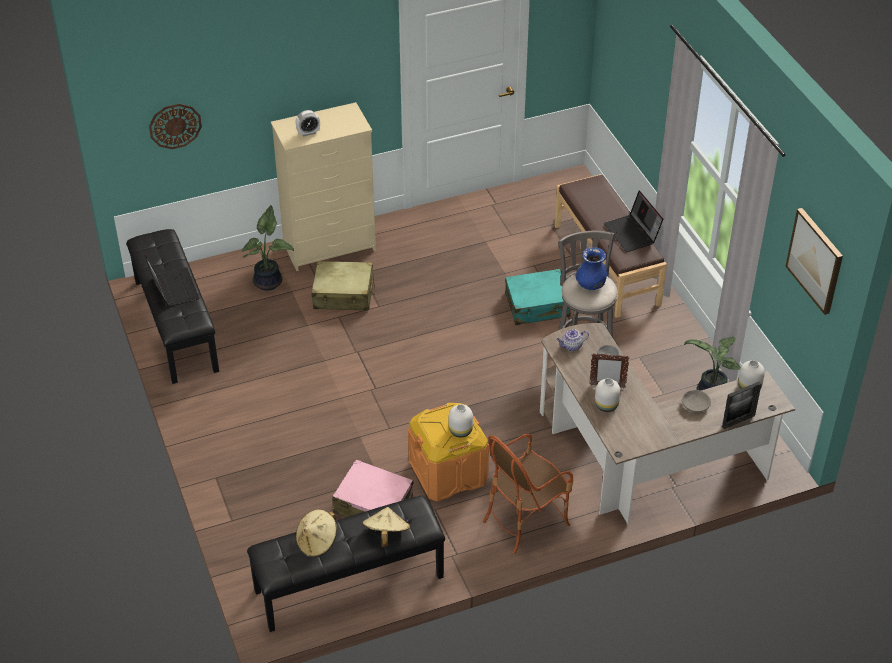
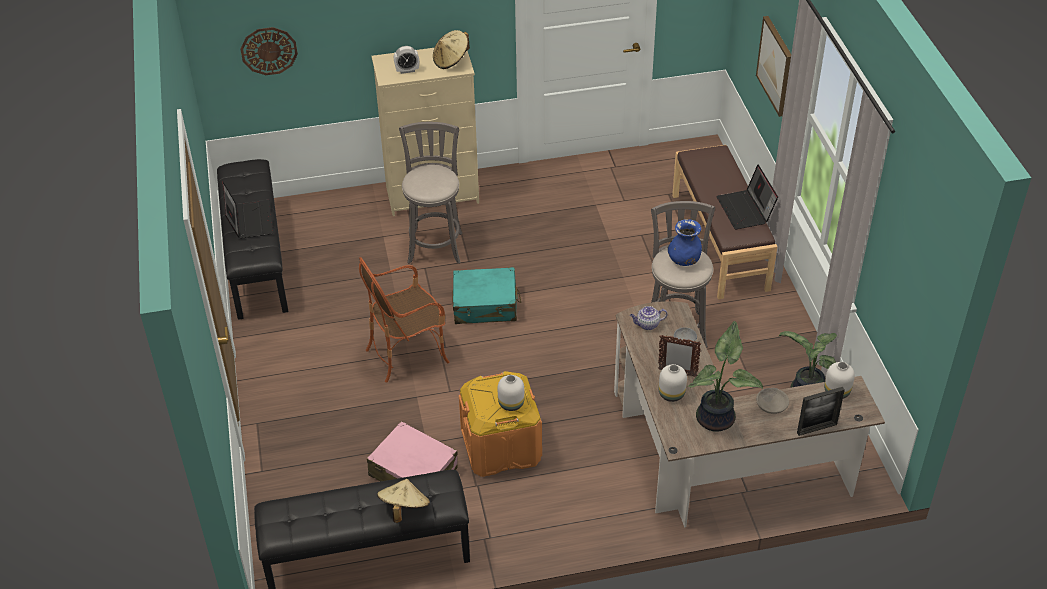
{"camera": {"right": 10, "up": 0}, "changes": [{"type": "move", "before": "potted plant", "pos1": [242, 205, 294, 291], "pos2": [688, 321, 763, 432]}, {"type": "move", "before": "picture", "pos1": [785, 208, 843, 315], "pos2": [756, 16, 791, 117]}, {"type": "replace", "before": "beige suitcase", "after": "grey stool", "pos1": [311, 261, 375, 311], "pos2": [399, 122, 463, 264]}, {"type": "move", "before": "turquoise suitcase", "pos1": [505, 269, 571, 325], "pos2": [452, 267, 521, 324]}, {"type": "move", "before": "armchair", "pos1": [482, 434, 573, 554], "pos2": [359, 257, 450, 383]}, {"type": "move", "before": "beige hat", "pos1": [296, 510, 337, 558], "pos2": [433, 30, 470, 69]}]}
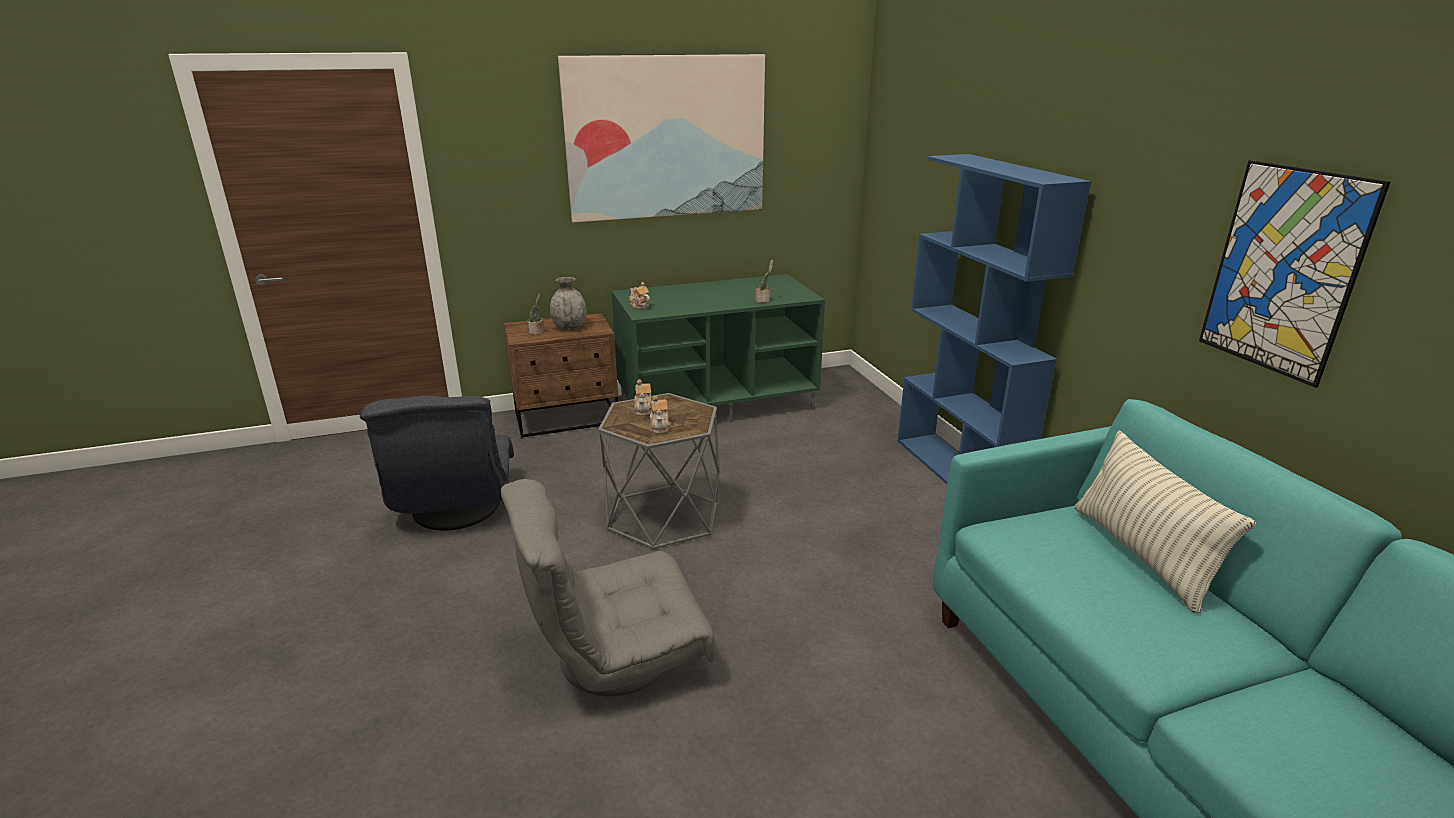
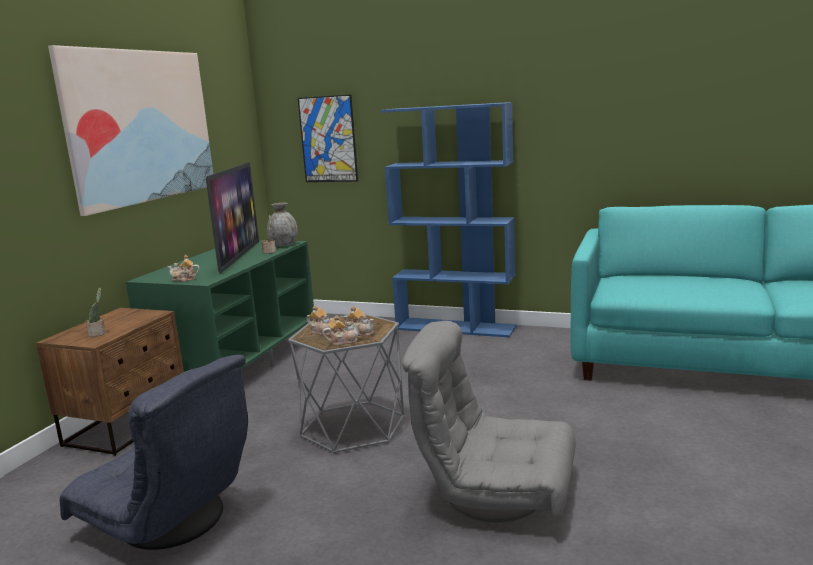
{"camera": {"right": -50, "up": -10}, "changes": [{"type": "move", "before": "picture", "pos1": [1199, 160, 1391, 388], "pos2": [298, 95, 358, 182]}, {"type": "move", "before": "grey vase", "pos1": [550, 277, 587, 330], "pos2": [267, 203, 298, 246]}, {"type": "delete", "before": "pillow", "pos1": [1074, 430, 1256, 614]}, {"type": "rotate", "before": "grey armchair", "pos1": [501, 479, 716, 697], "pos2": [402, 321, 576, 523], "turn": 90}, {"type": "insert", "after": "television", "pos2": [206, 162, 259, 274]}, {"type": "insert", "after": "teapot", "pos2": [322, 315, 360, 346]}]}
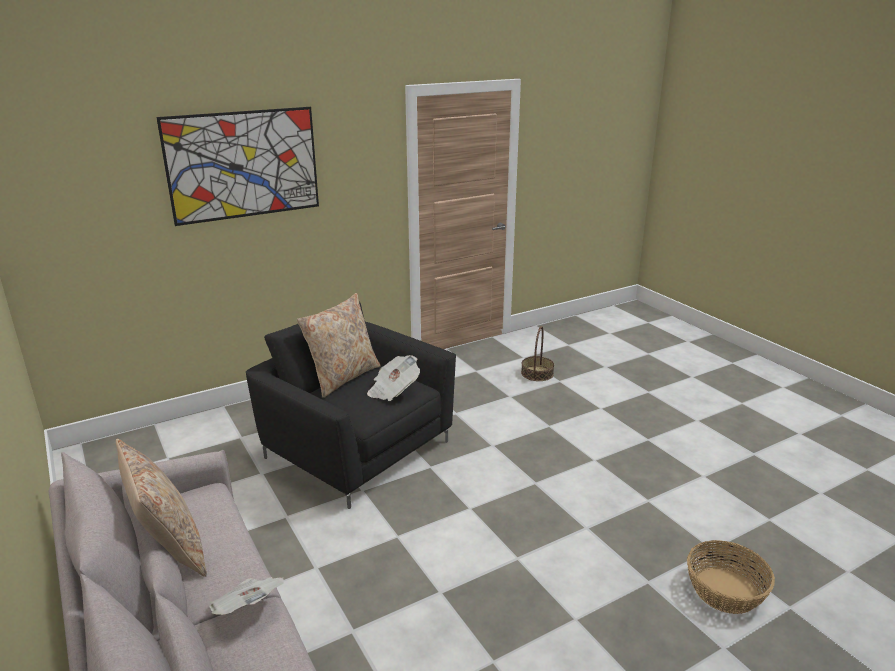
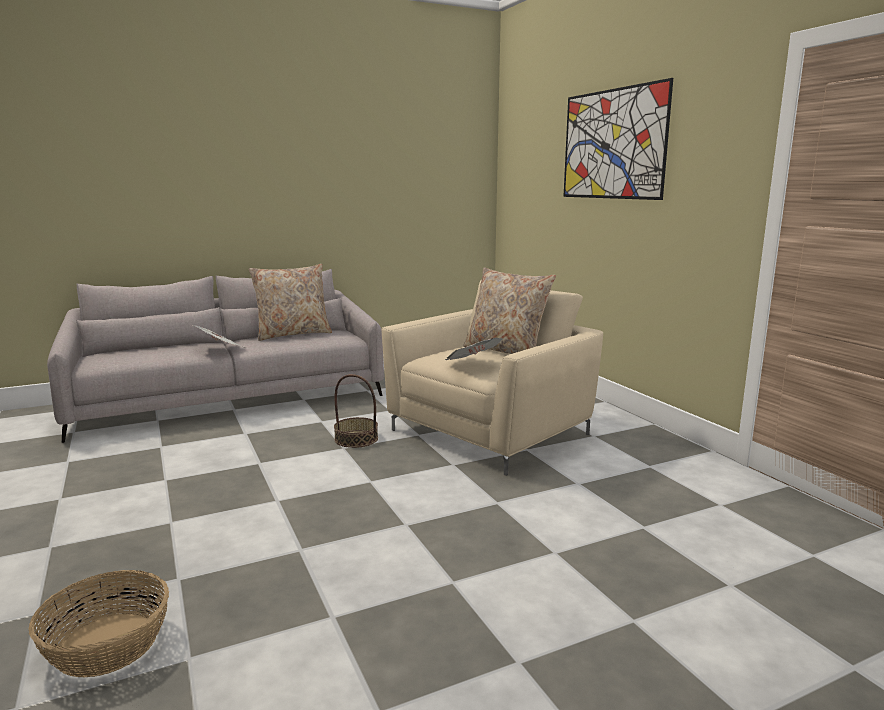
{"camera": {"right": 95, "up": -10}, "changes": [{"type": "recolor", "before": "black armchair", "after": "beige armchair", "pos1": [246, 301, 456, 509], "pos2": [381, 281, 603, 476]}, {"type": "move", "before": "basket", "pos1": [521, 326, 554, 381], "pos2": [334, 374, 378, 448]}]}
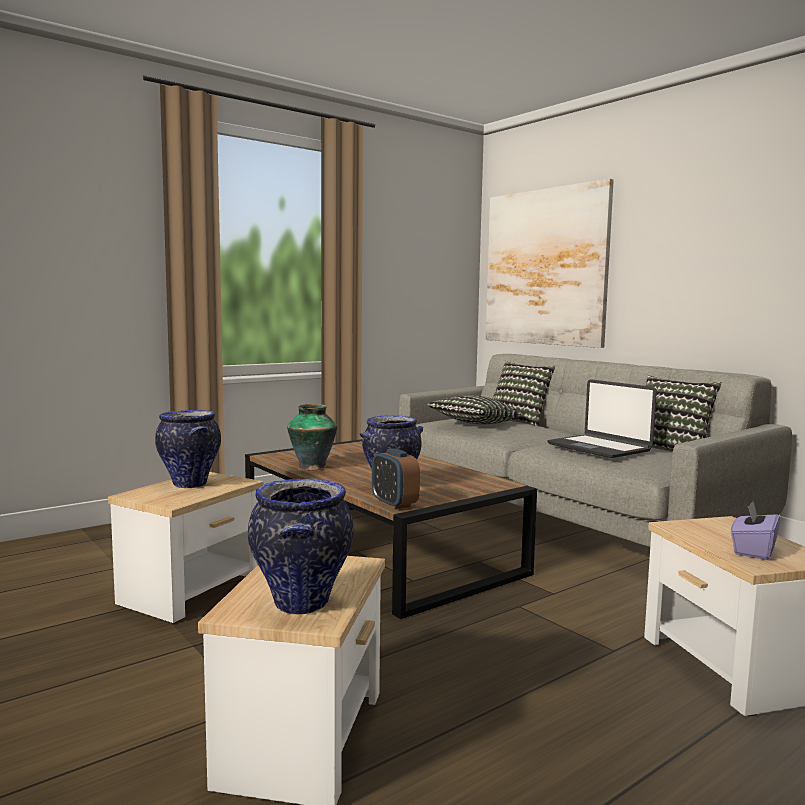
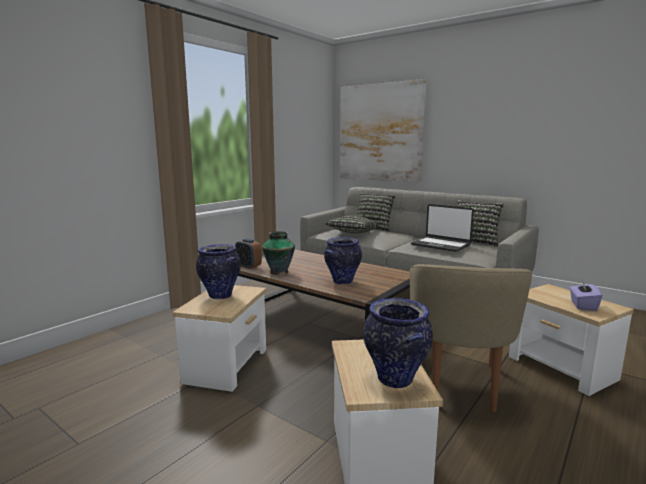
{"camera": {"right": -15, "up": 5}, "changes": [{"type": "move", "before": "alarm clock", "pos1": [372, 448, 420, 509], "pos2": [235, 238, 262, 269]}, {"type": "insert", "after": "beige armchair", "pos2": [410, 264, 532, 412]}]}
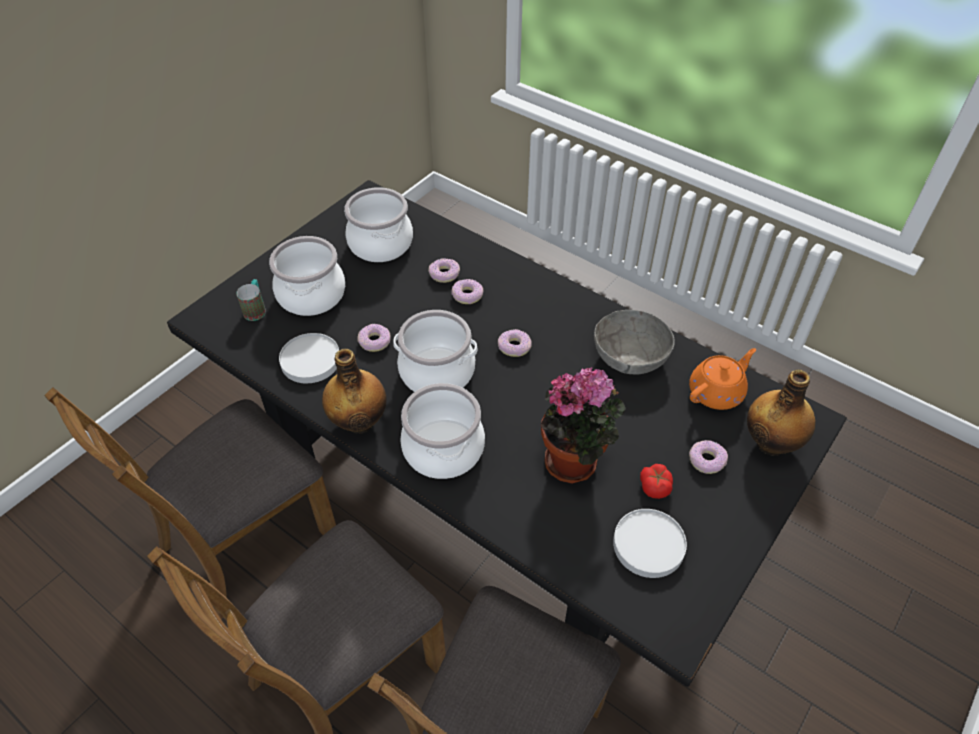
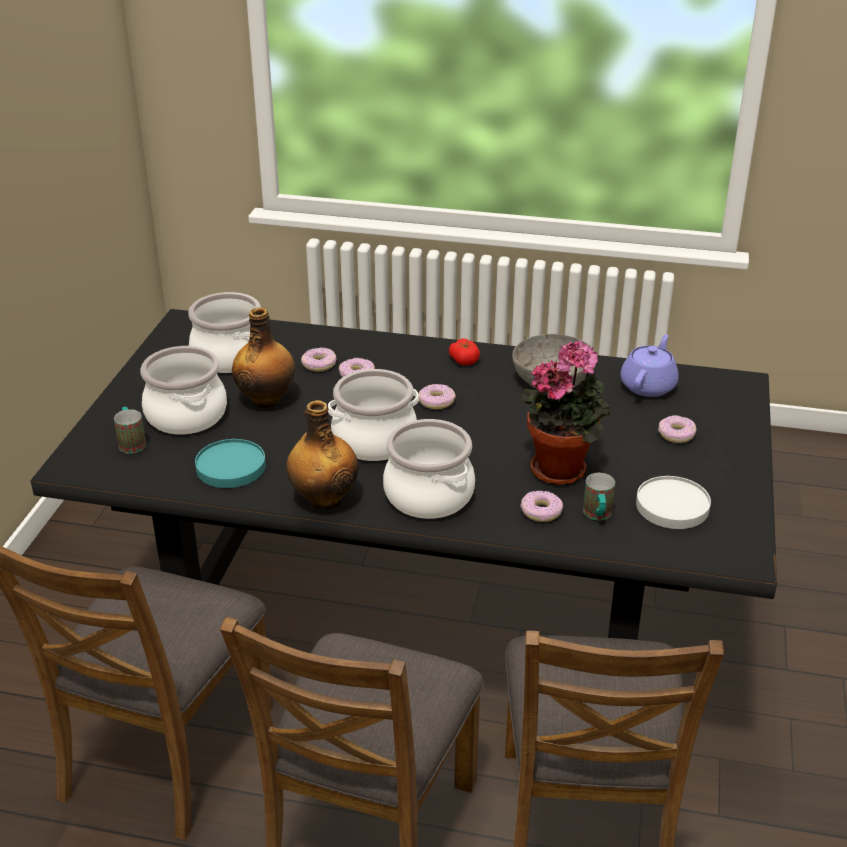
{"camera": {"right": -25, "up": -15}, "changes": [{"type": "move", "before": "donut", "pos1": [357, 324, 390, 352], "pos2": [520, 491, 563, 522]}, {"type": "recolor", "before": "white plate", "after": "turquoise plate", "pos1": [279, 333, 339, 383], "pos2": [195, 439, 266, 488]}, {"type": "recolor", "before": "orange teapot", "after": "purple teapot", "pos1": [689, 348, 756, 410], "pos2": [620, 334, 679, 397]}, {"type": "move", "before": "bottle", "pos1": [747, 370, 815, 456], "pos2": [232, 307, 295, 408]}, {"type": "move", "before": "tomato", "pos1": [640, 464, 673, 499], "pos2": [449, 338, 480, 365]}, {"type": "insert", "after": "mug", "pos2": [583, 473, 615, 520]}]}
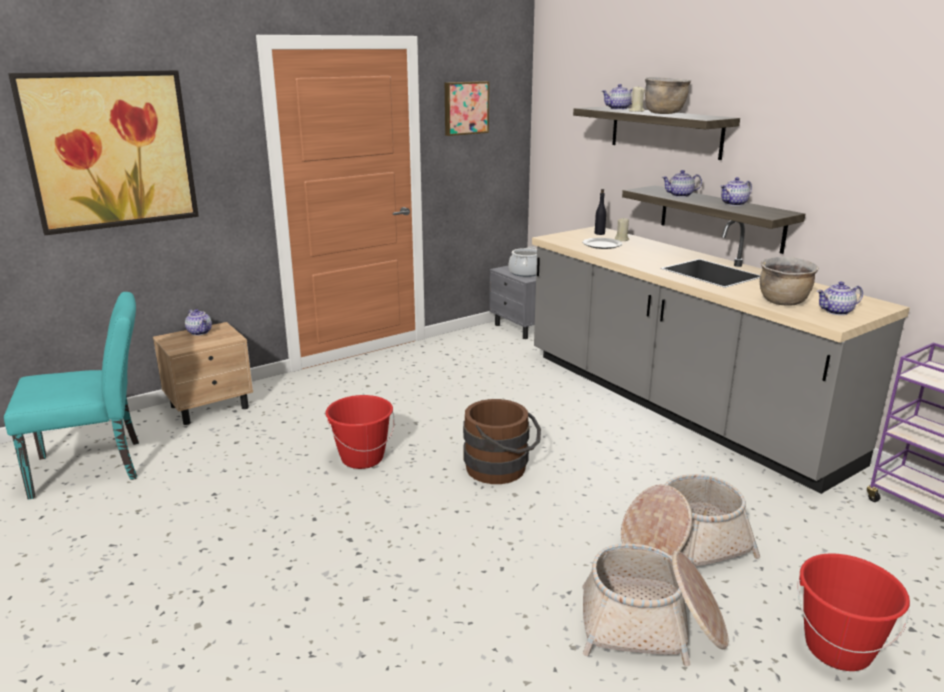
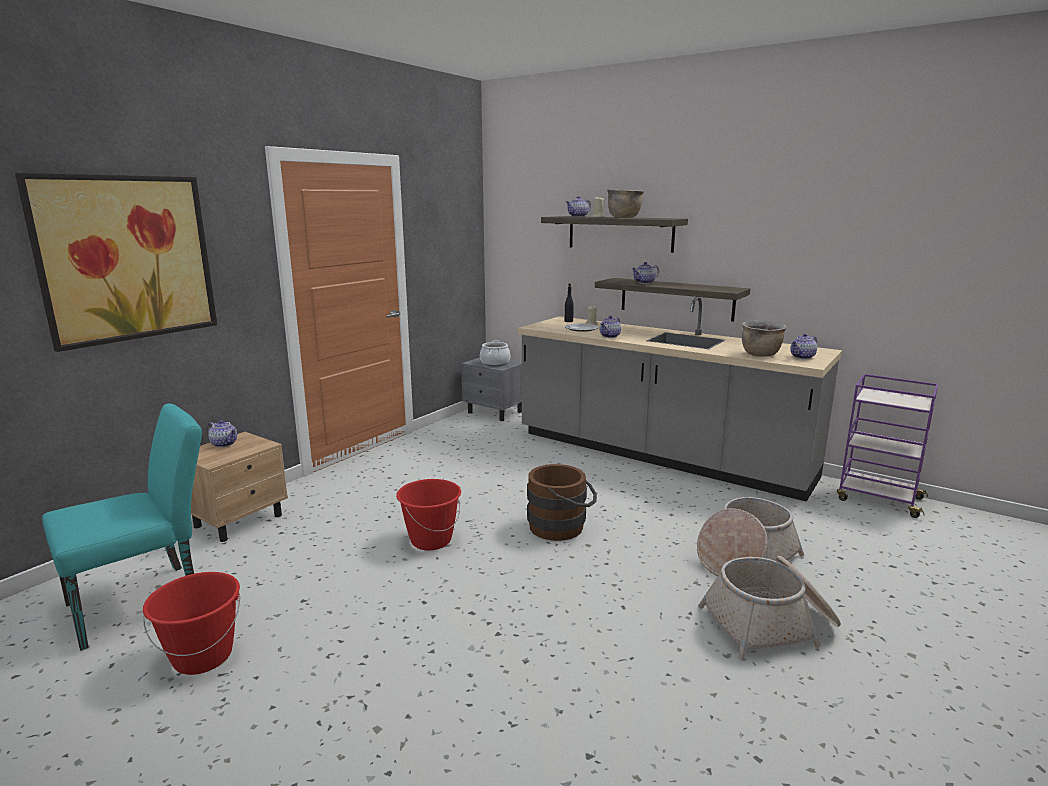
{"camera": {"right": -20, "up": -5}, "changes": [{"type": "delete", "before": "picture", "pos1": [445, 81, 489, 136]}, {"type": "move", "before": "teapot", "pos1": [720, 177, 752, 206], "pos2": [600, 316, 621, 338]}, {"type": "move", "before": "red bucket", "pos1": [797, 553, 910, 671], "pos2": [143, 572, 240, 675]}]}
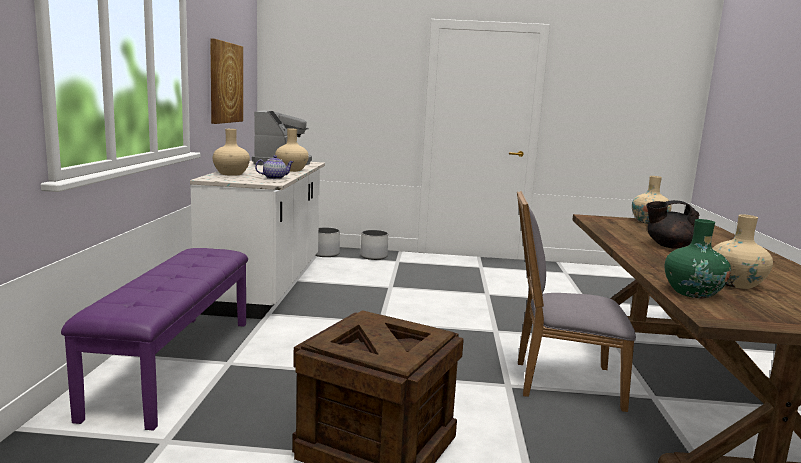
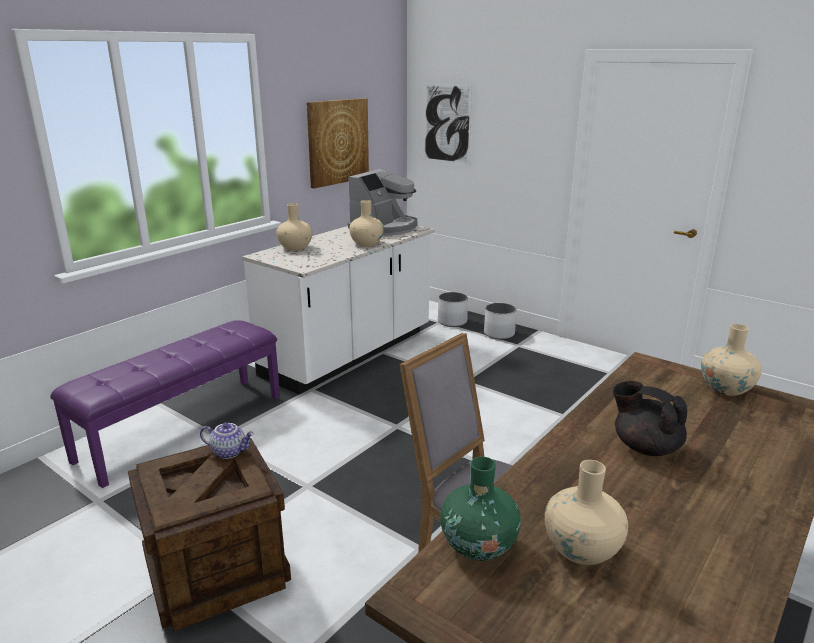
{"camera": {"right": 35, "up": 10}, "changes": [{"type": "move", "before": "teapot", "pos1": [255, 155, 294, 179], "pos2": [200, 422, 254, 459]}, {"type": "insert", "after": "picture", "pos2": [424, 83, 472, 165]}]}
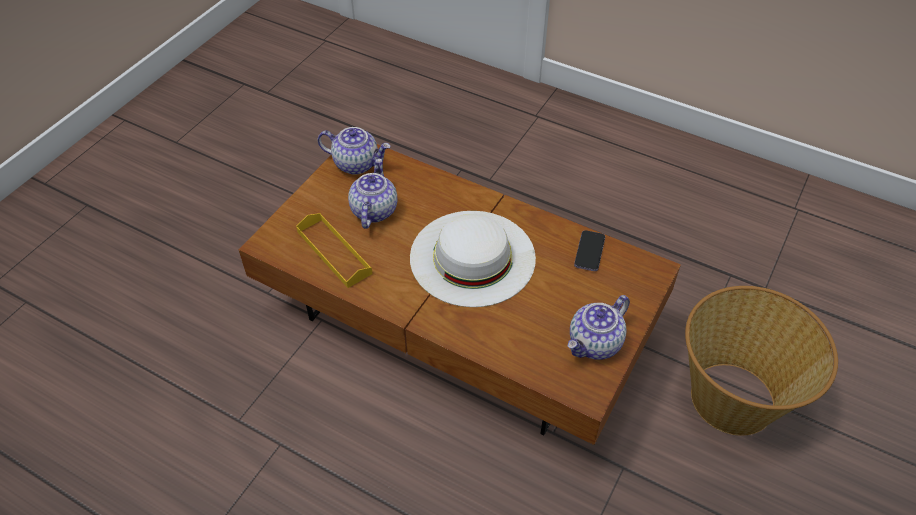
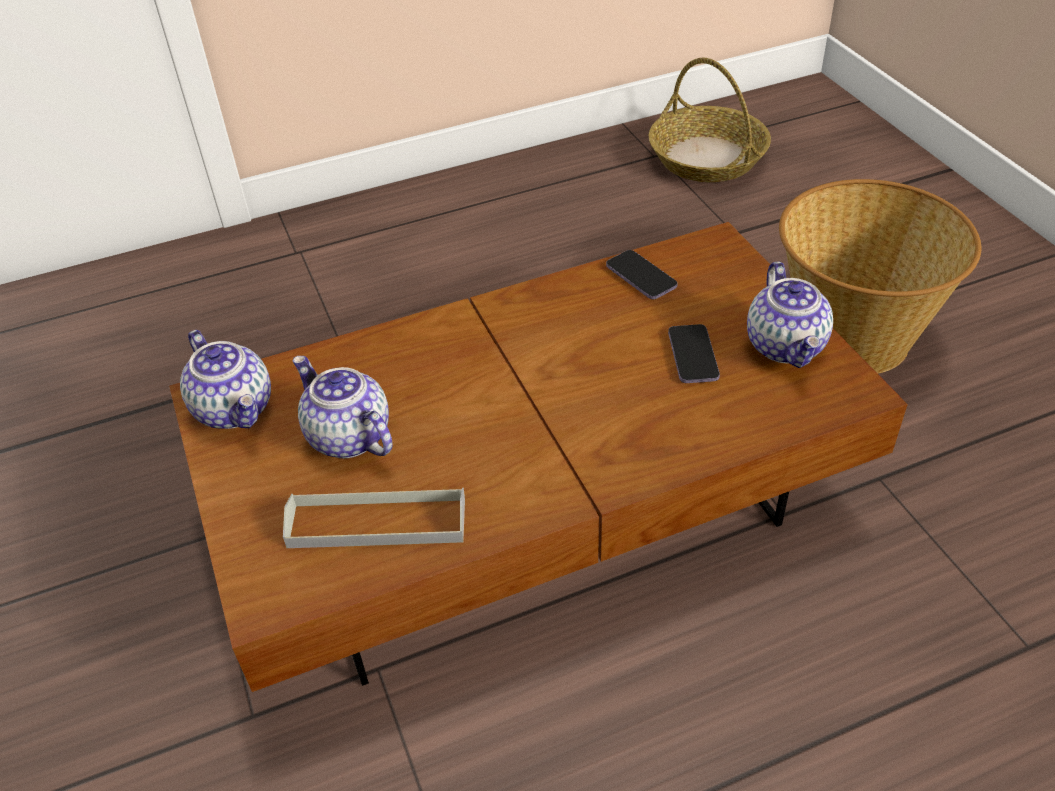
{"camera": {"right": -50, "up": -5}, "changes": [{"type": "rotate", "before": "teapot", "pos1": [318, 127, 391, 175], "pos2": [180, 330, 271, 429], "turn": 90}, {"type": "delete", "before": "white hat", "pos1": [410, 211, 536, 307]}, {"type": "recolor", "before": "yellow tray", "after": "grey tray", "pos1": [296, 213, 372, 288], "pos2": [283, 488, 465, 548]}, {"type": "insert", "after": "basket", "pos2": [649, 58, 771, 182]}, {"type": "insert", "after": "phone", "pos2": [668, 324, 720, 383]}]}
